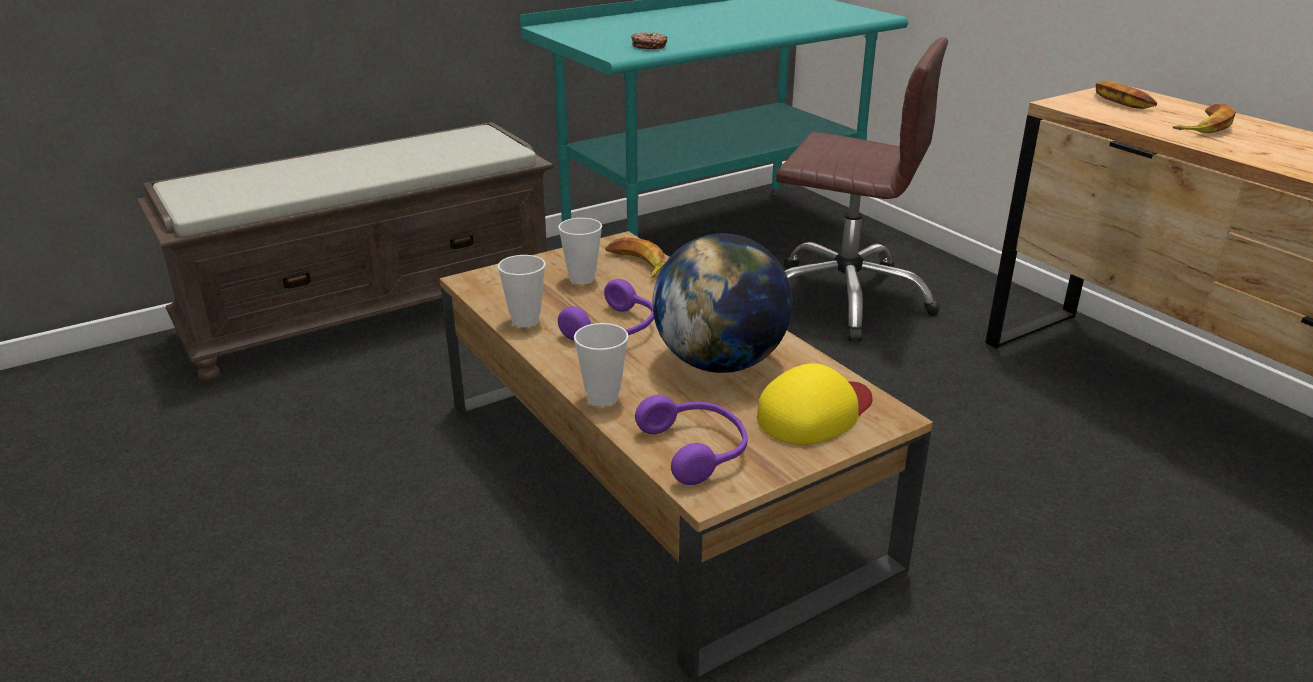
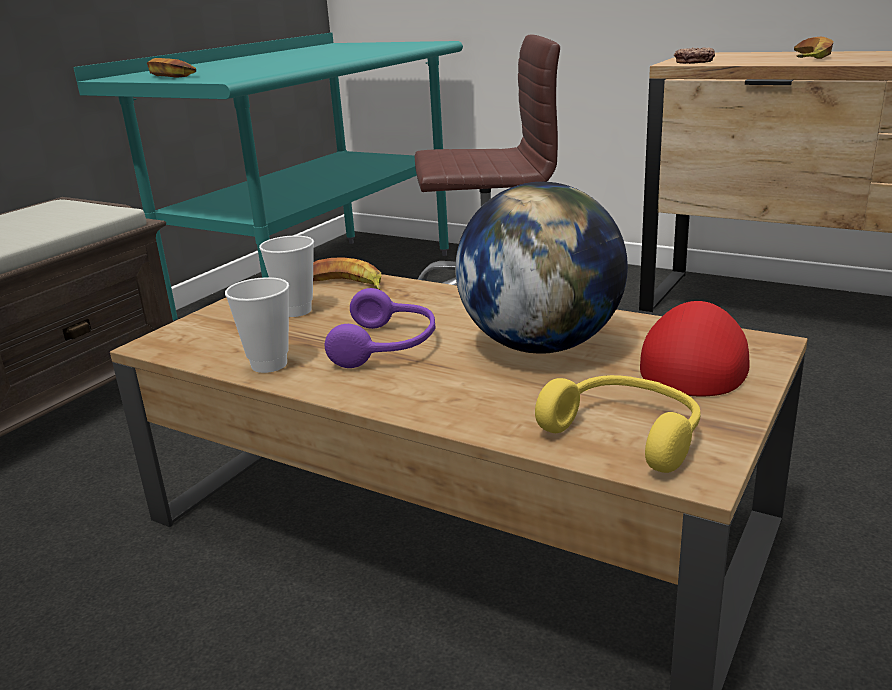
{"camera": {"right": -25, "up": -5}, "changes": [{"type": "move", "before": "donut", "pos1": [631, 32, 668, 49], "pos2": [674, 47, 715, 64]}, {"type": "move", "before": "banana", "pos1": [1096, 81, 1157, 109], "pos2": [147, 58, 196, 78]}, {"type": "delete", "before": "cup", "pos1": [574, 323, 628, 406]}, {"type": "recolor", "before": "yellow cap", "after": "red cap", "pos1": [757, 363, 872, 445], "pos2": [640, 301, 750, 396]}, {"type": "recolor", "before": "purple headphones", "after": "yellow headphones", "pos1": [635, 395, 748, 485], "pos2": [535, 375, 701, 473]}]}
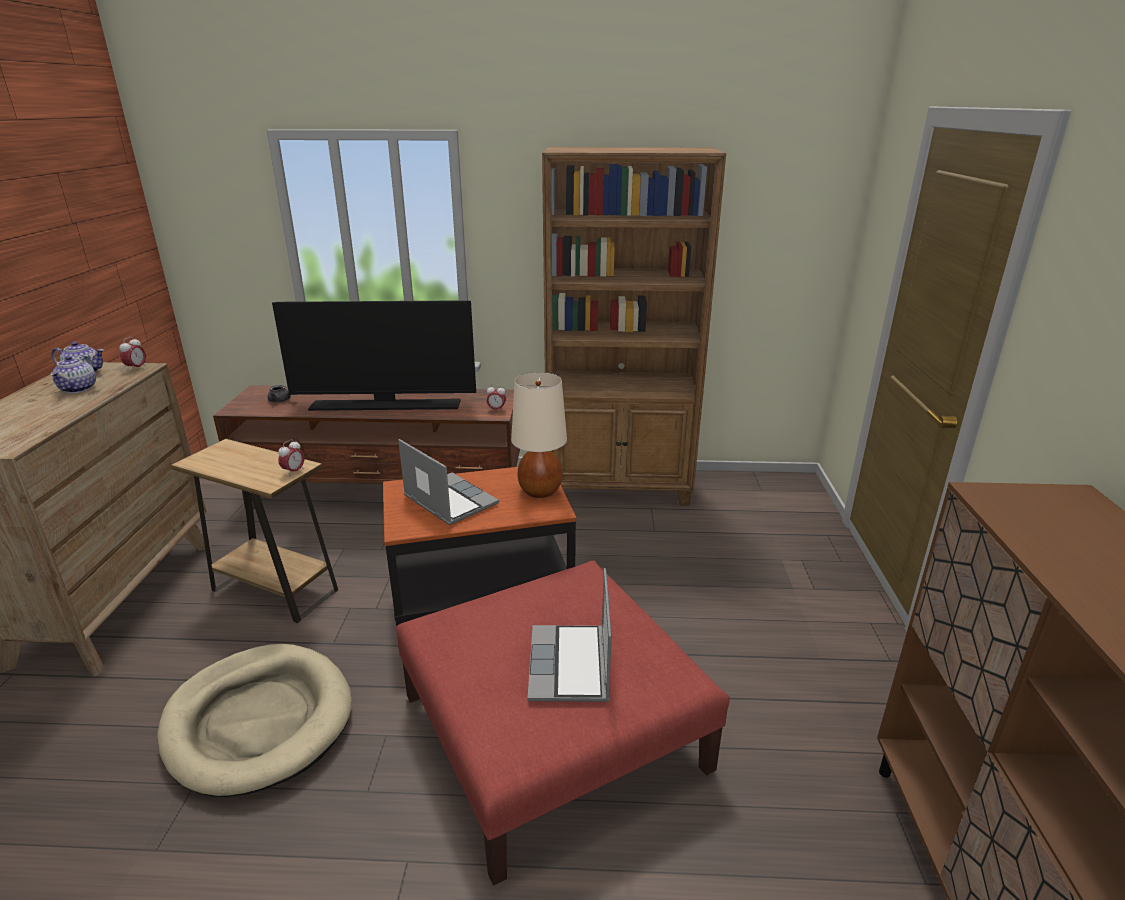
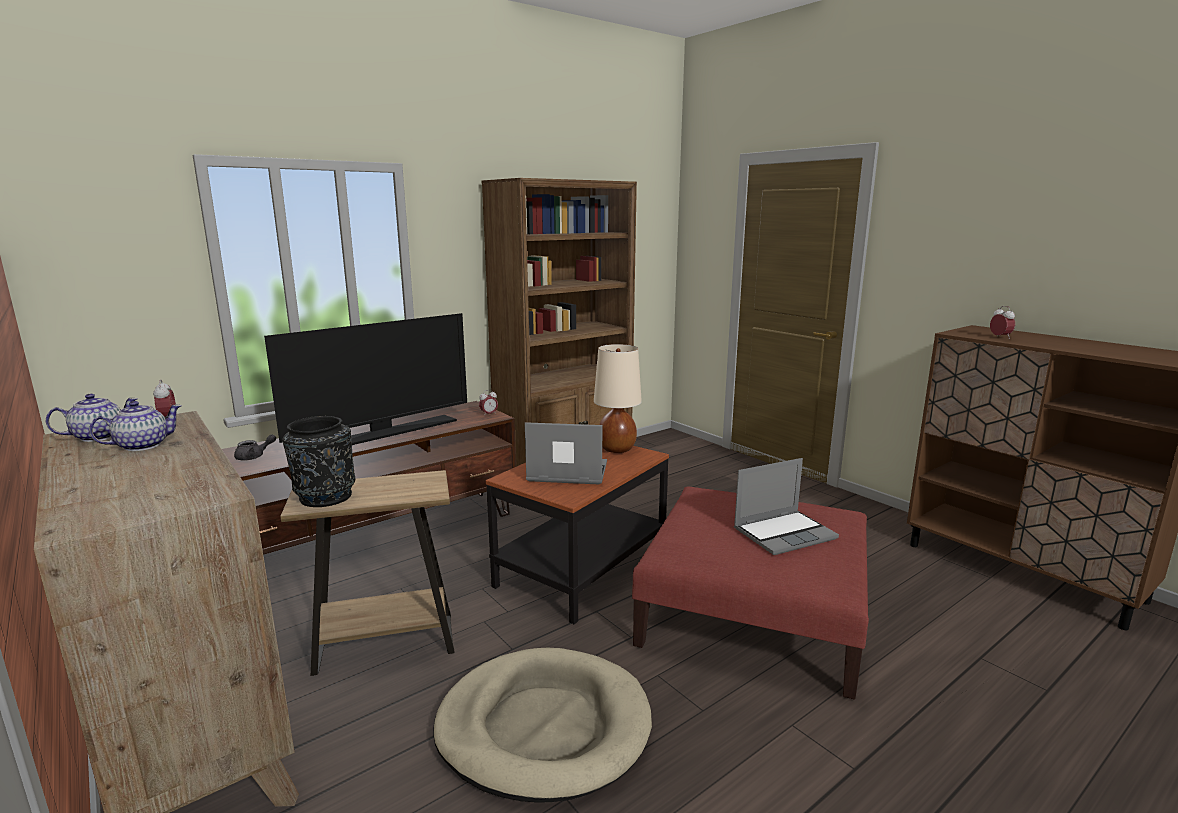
{"camera": {"right": -40, "up": -10}, "changes": [{"type": "rotate", "before": "teapot", "pos1": [50, 355, 96, 393], "pos2": [89, 401, 182, 451], "turn": -90}, {"type": "move", "before": "alarm clock", "pos1": [278, 439, 304, 475], "pos2": [990, 306, 1015, 339]}, {"type": "rotate", "before": "laptop", "pos1": [528, 568, 612, 702], "pos2": [734, 458, 839, 555], "turn": -75}, {"type": "insert", "after": "black vase", "pos2": [282, 416, 355, 507]}]}
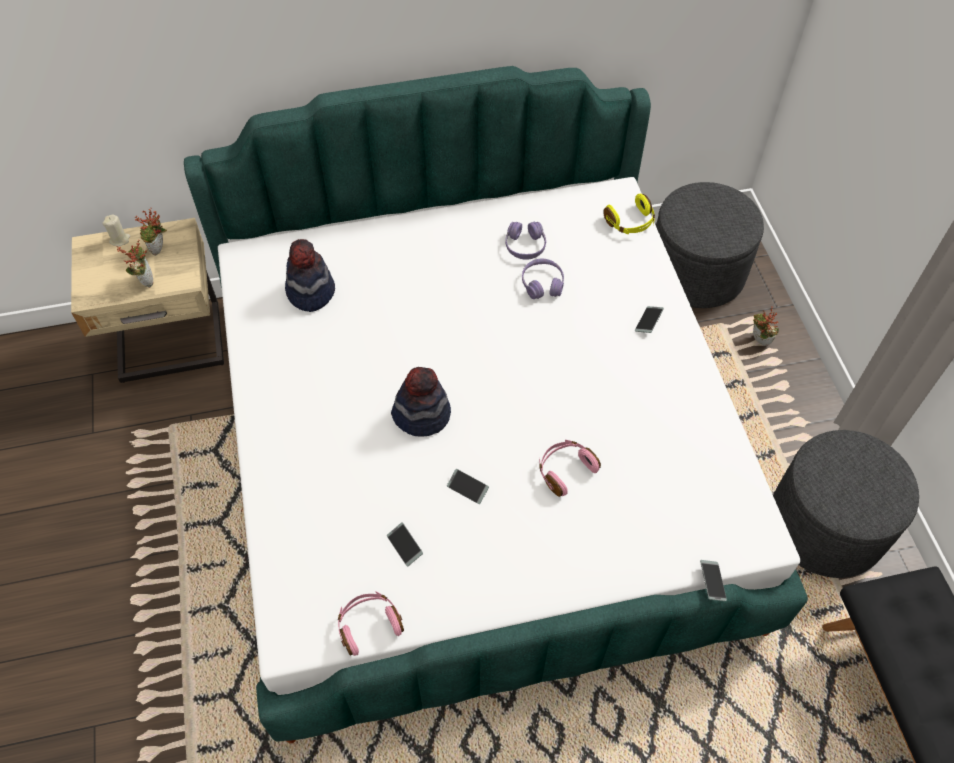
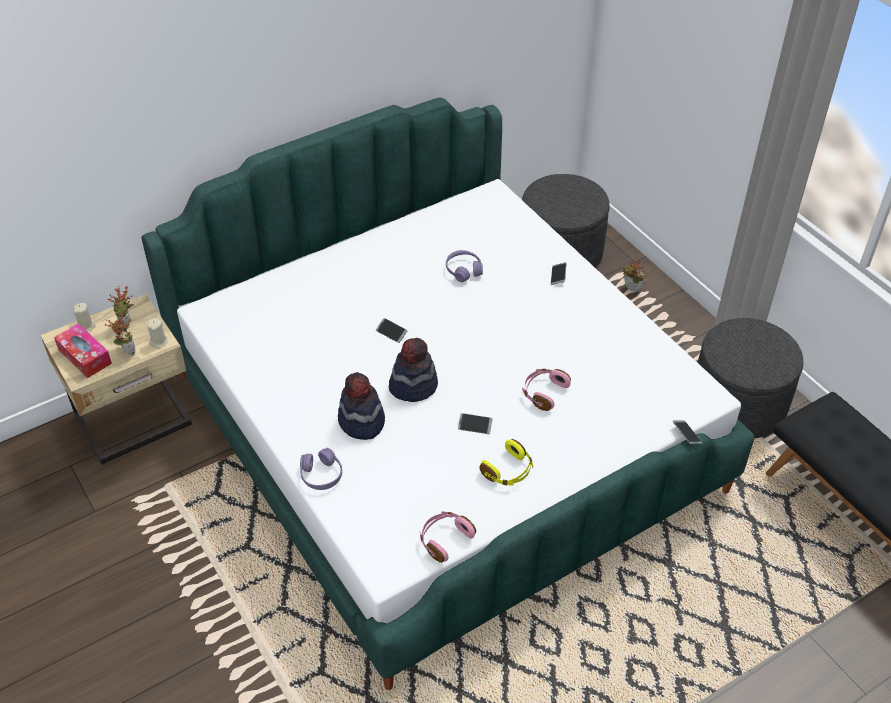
{"camera": {"right": -20, "up": -10}, "changes": [{"type": "move", "before": "yellow headphones", "pos1": [604, 194, 655, 234], "pos2": [480, 439, 533, 486]}, {"type": "move", "before": "purple headphones", "pos1": [505, 222, 546, 260], "pos2": [300, 448, 342, 490]}, {"type": "move", "before": "hat", "pos1": [285, 239, 335, 312], "pos2": [338, 372, 385, 440]}, {"type": "move", "before": "phone", "pos1": [387, 523, 423, 566], "pos2": [376, 318, 407, 343]}, {"type": "insert", "after": "beige candle", "pos2": [147, 318, 168, 348]}, {"type": "insert", "after": "tissue box", "pos2": [54, 323, 112, 378]}]}
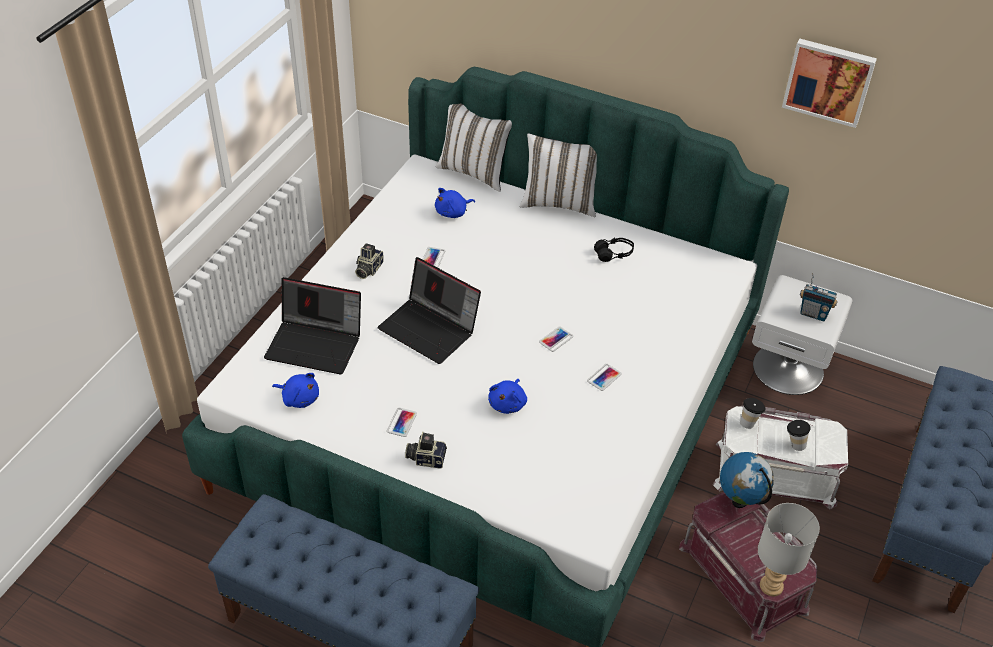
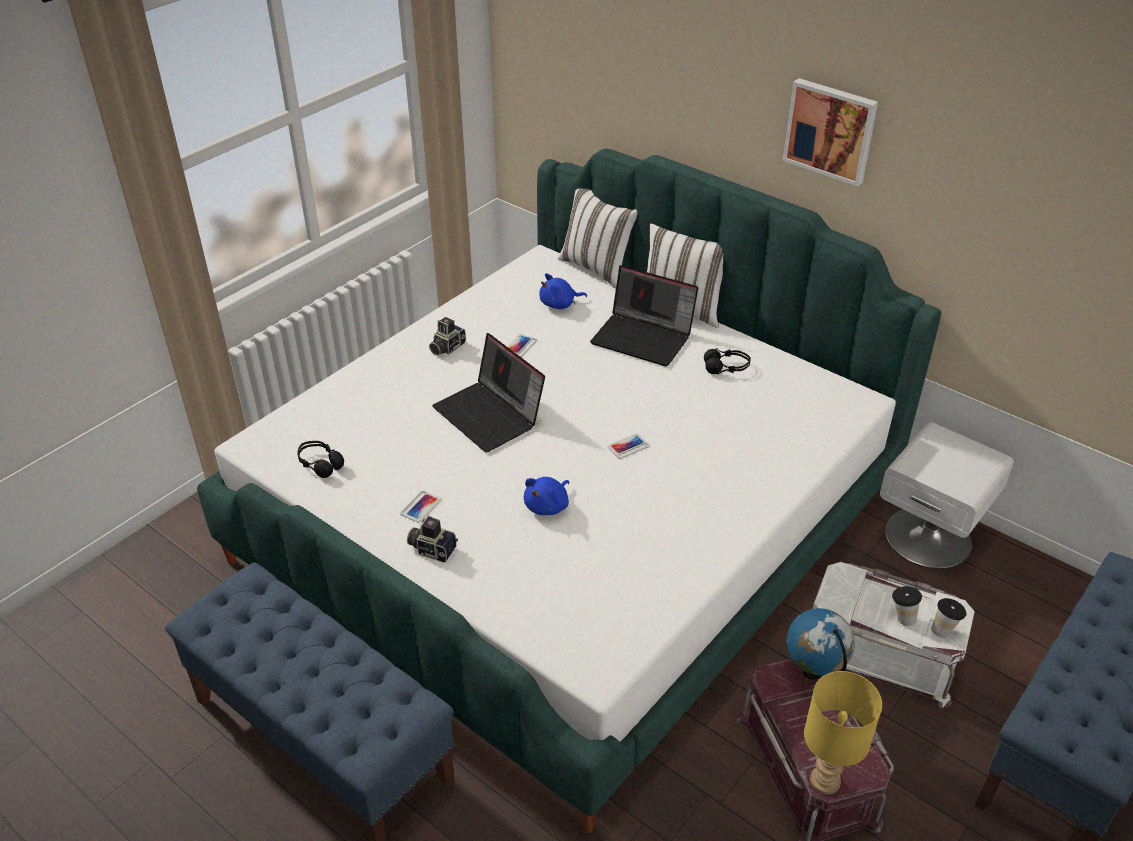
{"camera": {"right": 15, "up": -5}, "changes": [{"type": "move", "before": "picture", "pos1": [782, 39, 877, 128], "pos2": [783, 78, 878, 186]}, {"type": "delete", "before": "radio", "pos1": [800, 273, 838, 321]}, {"type": "move", "before": "laptop", "pos1": [264, 277, 361, 375], "pos2": [590, 265, 698, 366]}, {"type": "delete", "before": "phone", "pos1": [587, 364, 622, 391]}, {"type": "replace", "before": "blue plush toy", "after": "black headphones", "pos1": [272, 373, 319, 408], "pos2": [297, 441, 344, 478]}, {"type": "move", "before": "cup", "pos1": [740, 398, 765, 429], "pos2": [931, 598, 966, 638]}, {"type": "recolor", "before": "grey table lamp", "after": "yellow table lamp", "pos1": [758, 503, 820, 596], "pos2": [804, 671, 882, 794]}]}
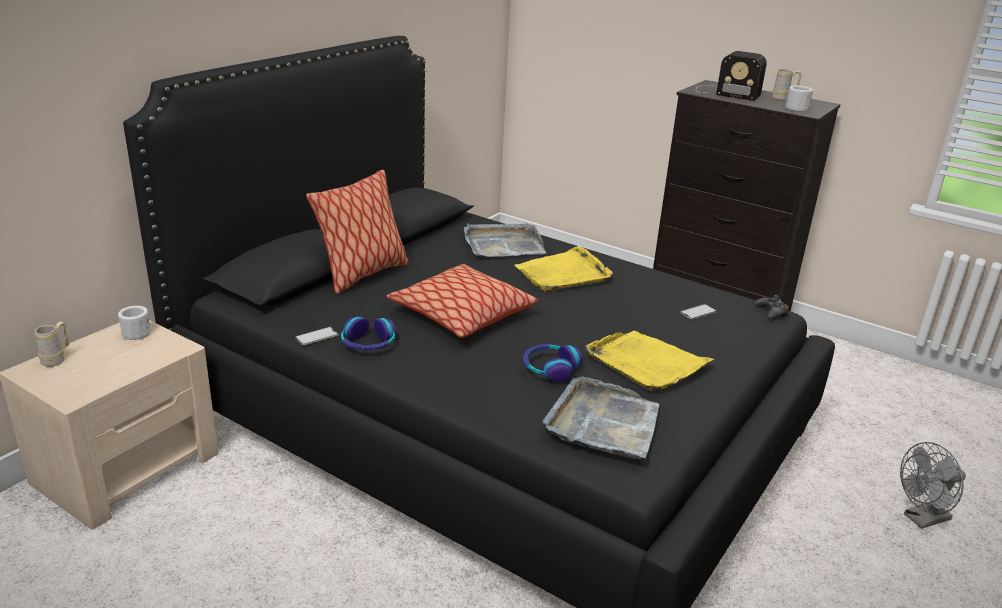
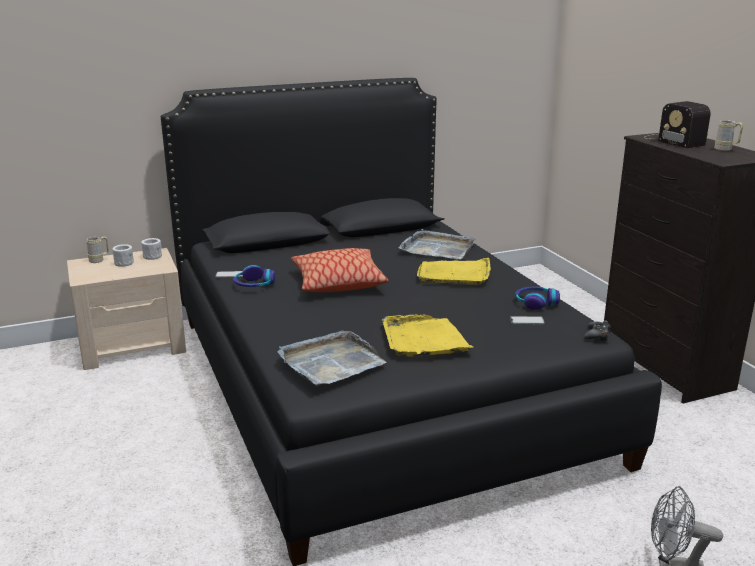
{"camera": {"right": 35, "up": -5}, "changes": [{"type": "move", "before": "white mug", "pos1": [785, 86, 813, 112], "pos2": [112, 244, 134, 267]}, {"type": "delete", "before": "pillow", "pos1": [306, 170, 409, 294]}, {"type": "move", "before": "headphones", "pos1": [523, 344, 583, 382], "pos2": [515, 287, 560, 310]}]}
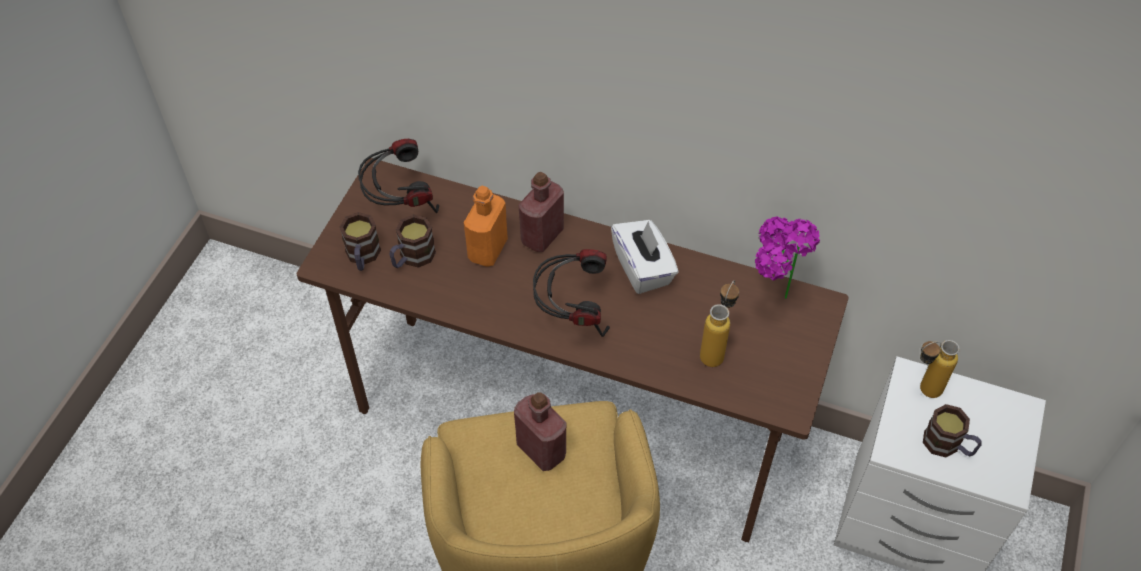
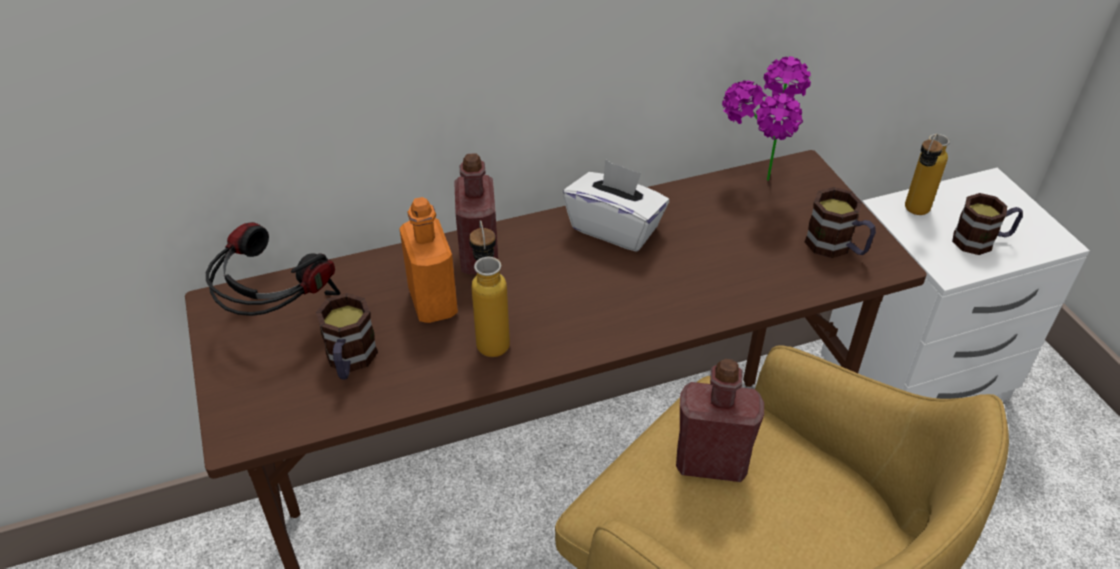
{"camera": {"right": -40, "up": -10}, "changes": [{"type": "move", "before": "mug", "pos1": [339, 212, 381, 271], "pos2": [805, 187, 876, 258]}, {"type": "delete", "before": "headphones", "pos1": [533, 249, 610, 337]}, {"type": "move", "before": "bottle", "pos1": [700, 280, 739, 367], "pos2": [469, 220, 510, 357]}]}
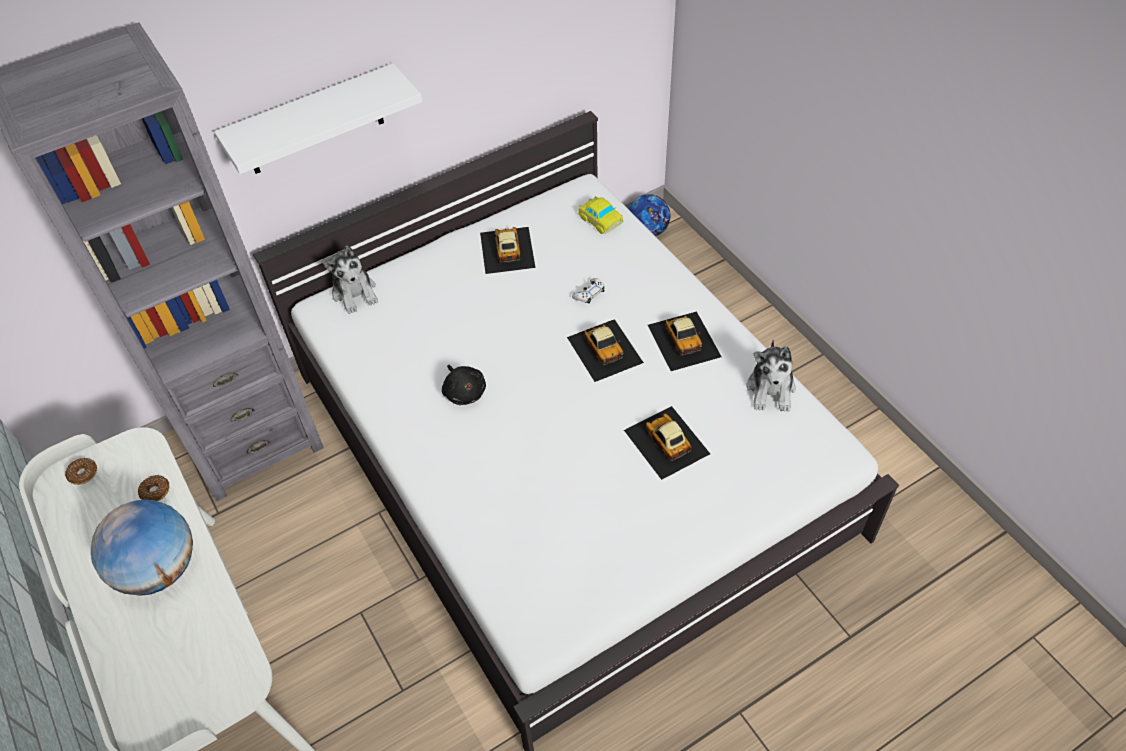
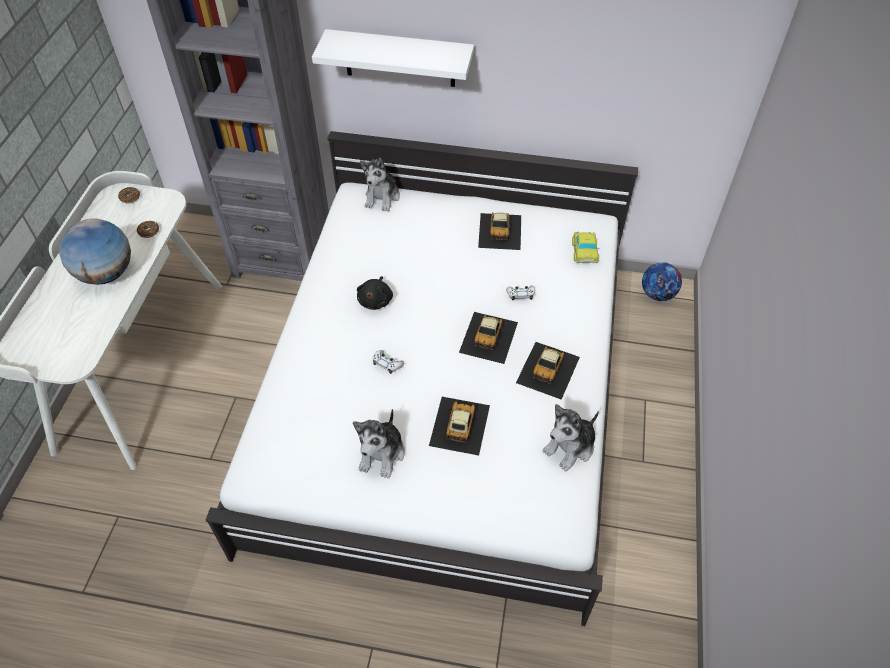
{"camera": {"right": 40, "up": 0}, "changes": [{"type": "rotate", "before": "toy car", "pos1": [480, 227, 536, 274], "pos2": [478, 213, 521, 250], "turn": 150}, {"type": "insert", "after": "white game controller", "pos2": [373, 350, 404, 374]}, {"type": "insert", "after": "plush toy", "pos2": [353, 409, 405, 479]}]}
